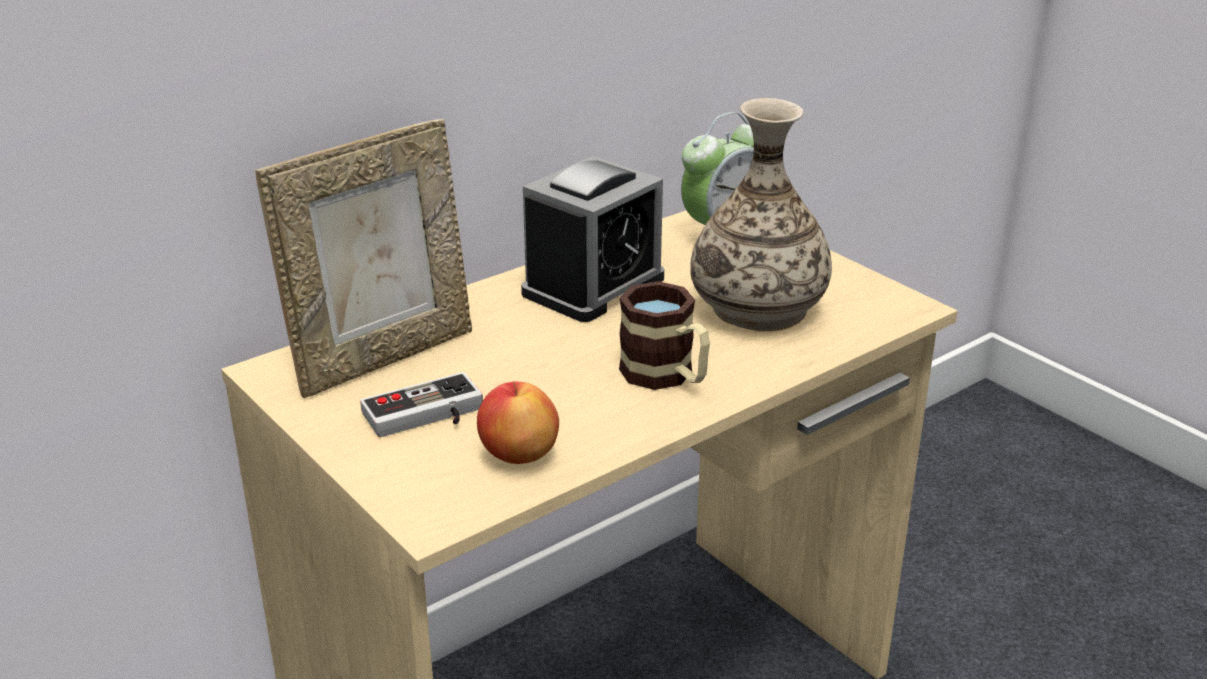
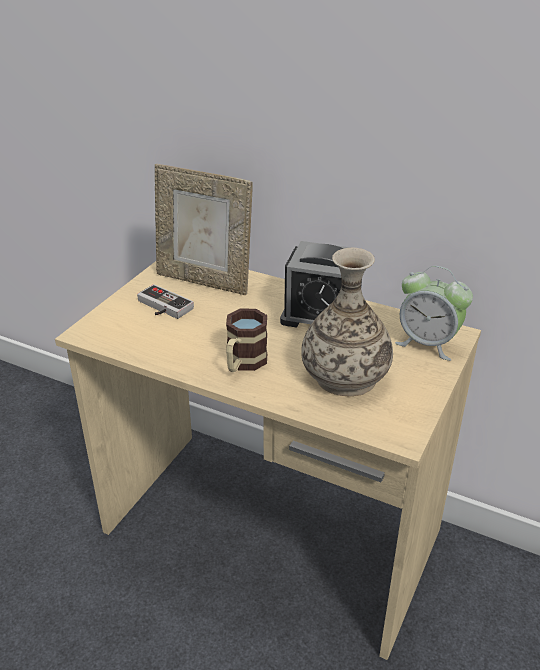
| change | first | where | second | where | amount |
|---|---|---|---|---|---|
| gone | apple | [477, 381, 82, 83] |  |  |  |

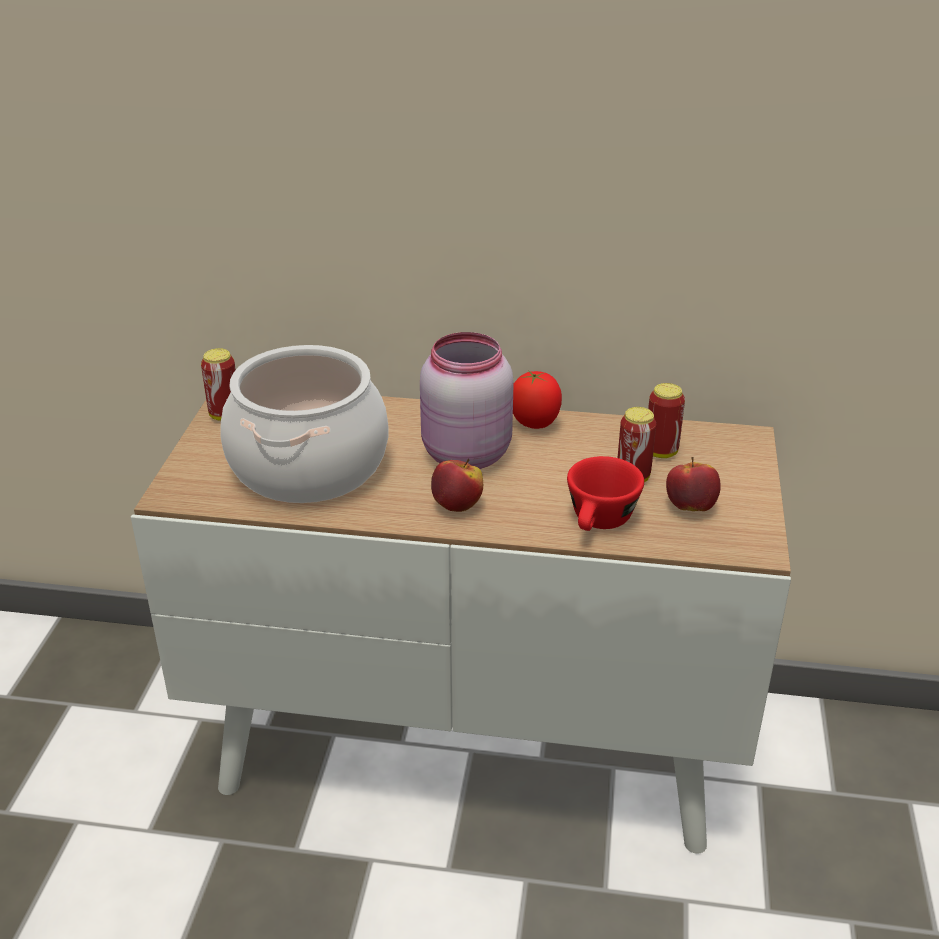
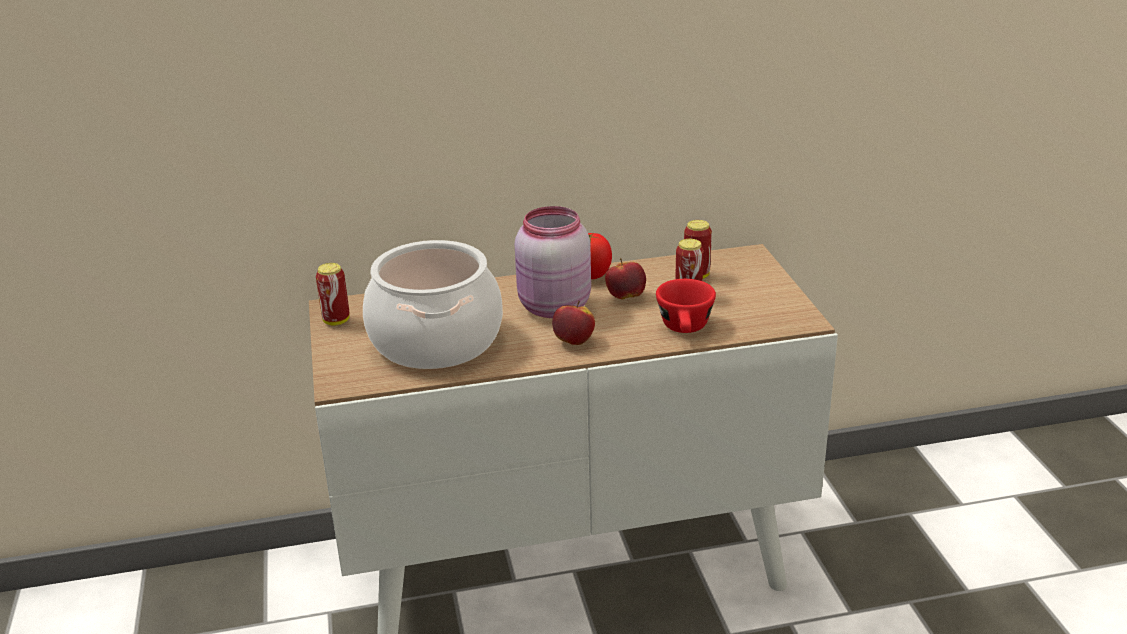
| change | first | where | second | where | amount |
|---|---|---|---|---|---|
| shifted | apple | [666, 457, 55, 54] |  | [605, 258, 41, 41] |  |

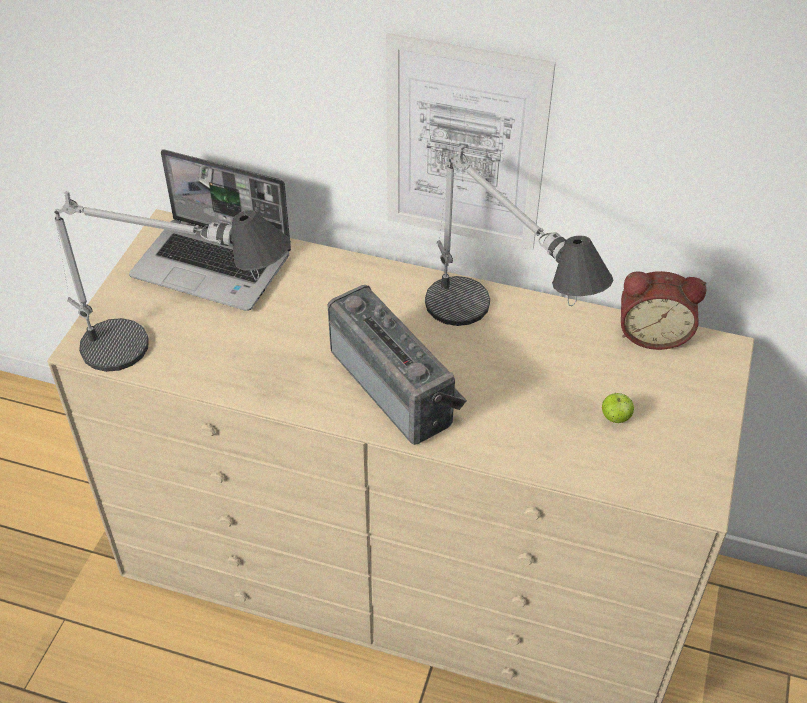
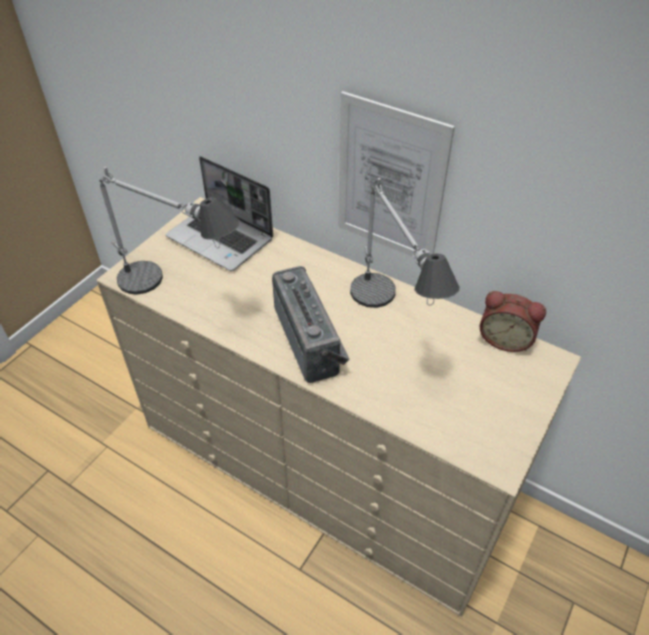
| change | first | where | second | where | amount |
|---|---|---|---|---|---|
| gone | apple | [602, 393, 32, 30] |  |  |  |

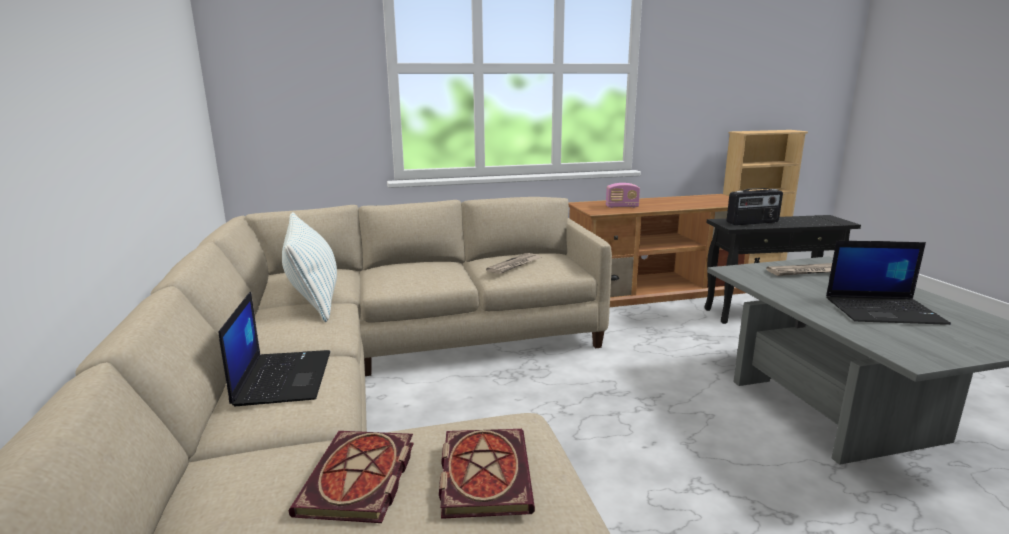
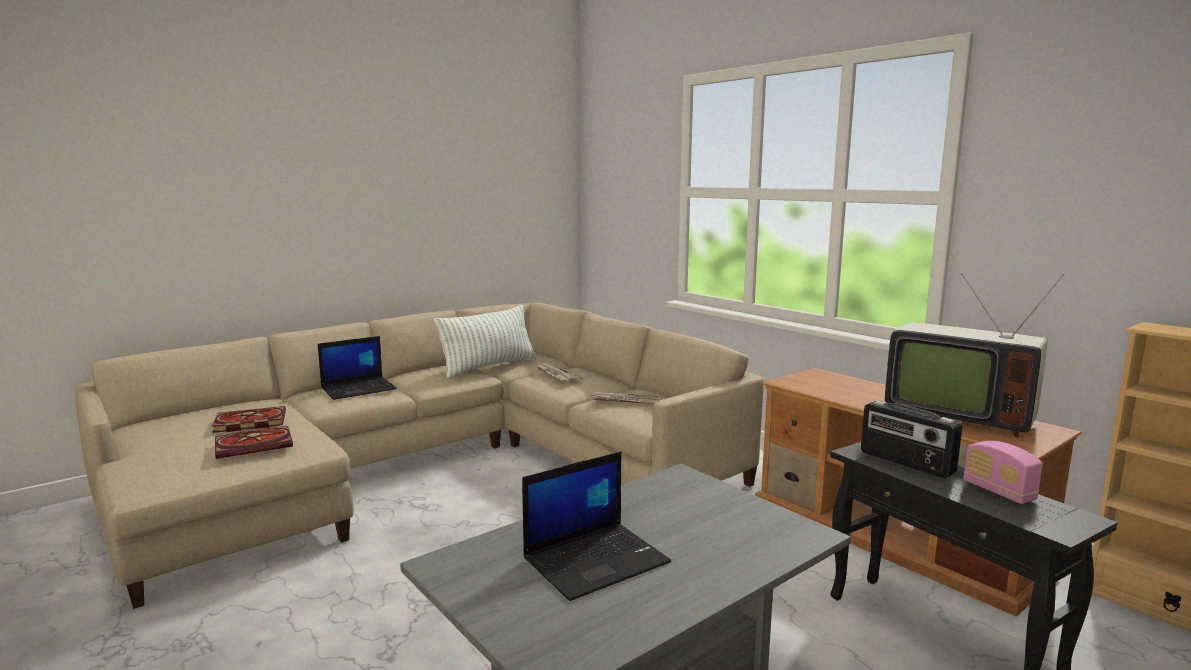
| change | first | where | second | where | amount |
|---|---|---|---|---|---|
| shifted | radio | [606, 183, 34, 25] |  | [964, 441, 79, 63] |  |
| shifted | newspaper | [766, 263, 66, 13] |  | [536, 363, 47, 20] |  |
| rotated | laptop | [826, 240, 125, 85] |  | [522, 451, 149, 150] | 105 degrees counterclockwise |
| new |  |  | television | [885, 273, 179, 165] |  |

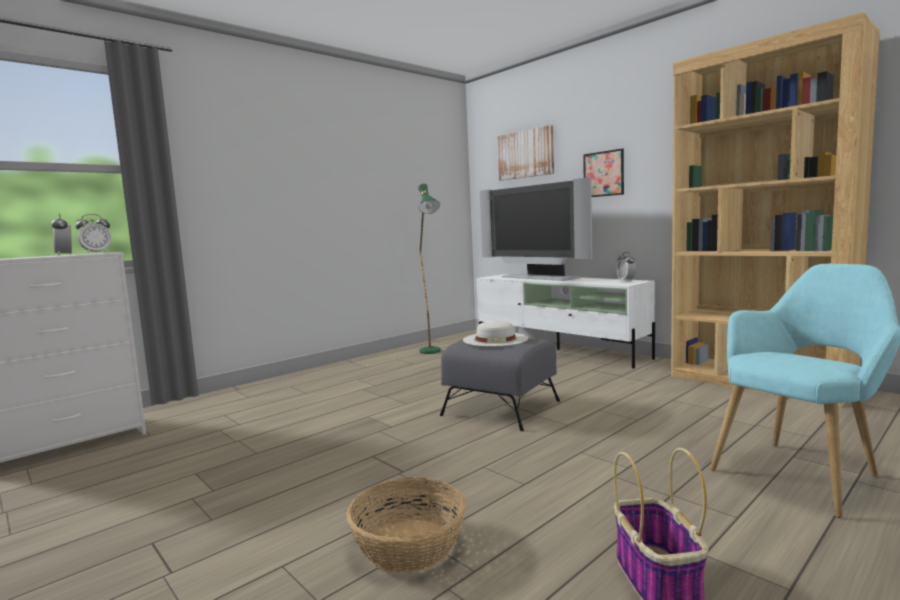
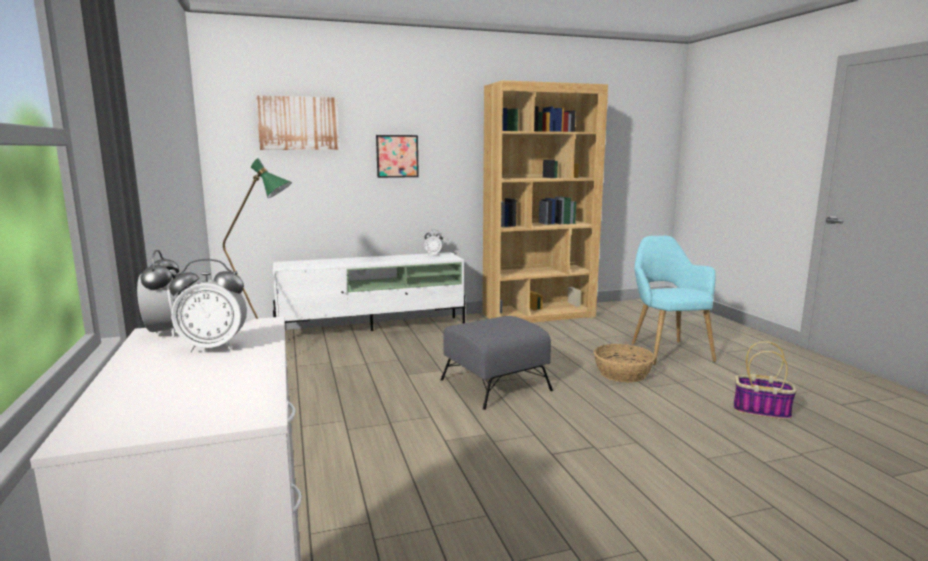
| change | first | where | second | where | amount |
|---|---|---|---|---|---|
| shifted | basket | [346, 477, 120, 96] |  | [594, 344, 61, 39] |  |
| gone | white hat | [463, 321, 65, 25] |  |  |  |
| gone | television | [480, 177, 112, 104] |  |  |  |

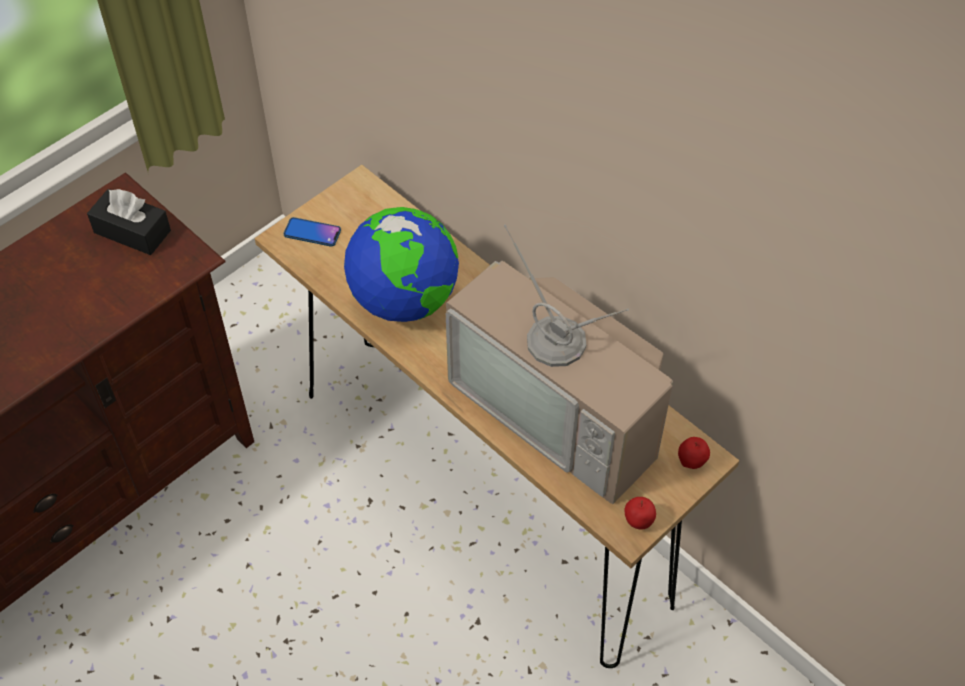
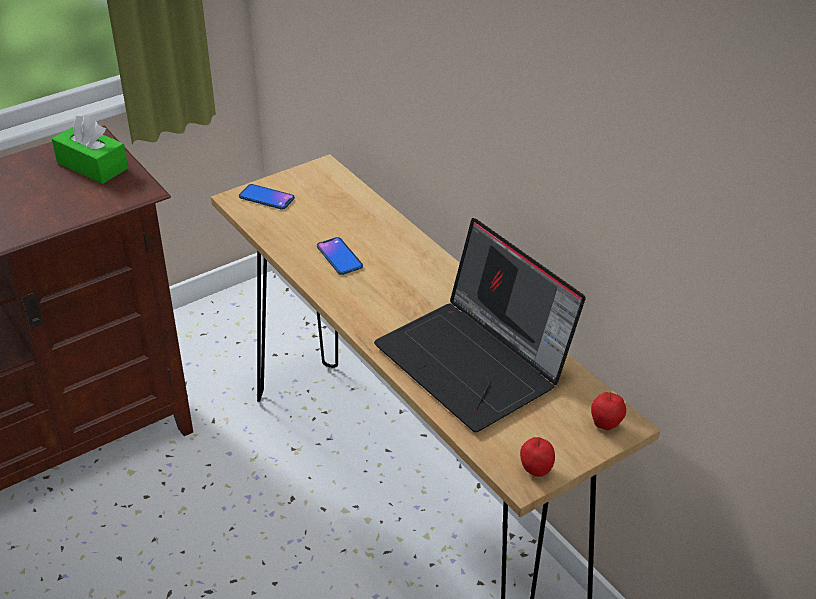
| change | first | where | second | where | amount |
|---|---|---|---|---|---|
| repainted | black tissue box | [87, 189, 84, 66] | green tissue box | [52, 115, 76, 69] |  |
| swapped | globe | [344, 207, 115, 115] | phone | [317, 237, 46, 38] |  |
| swapped | television | [446, 224, 227, 280] | laptop | [374, 218, 212, 214] |  |

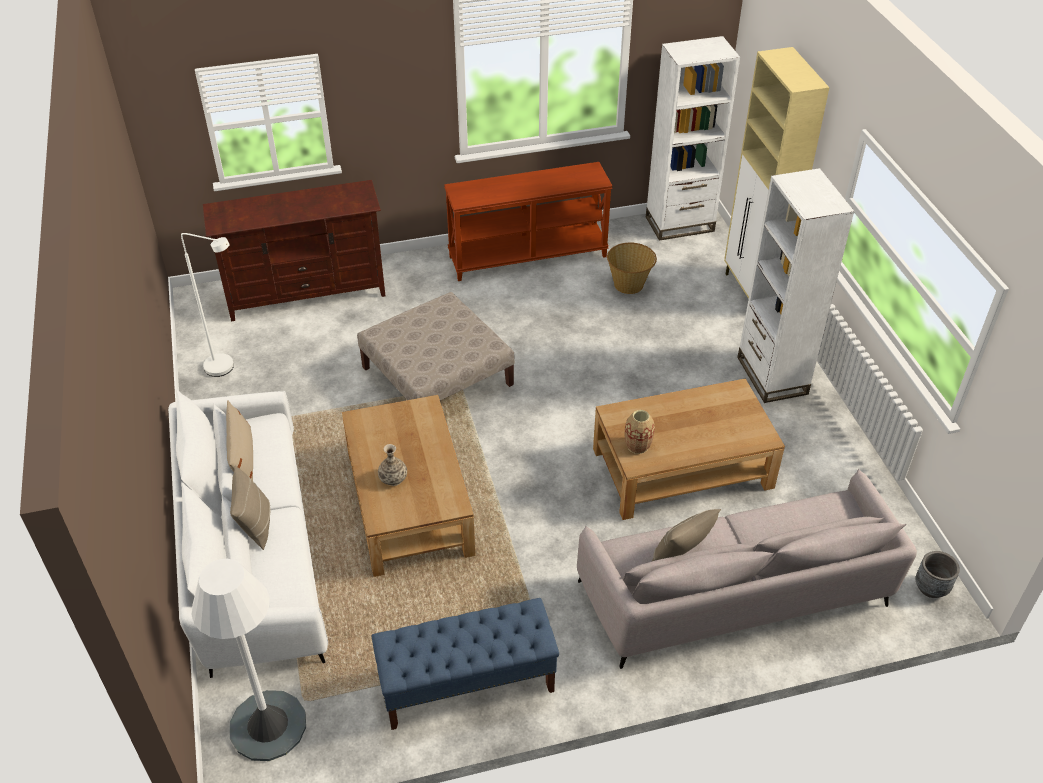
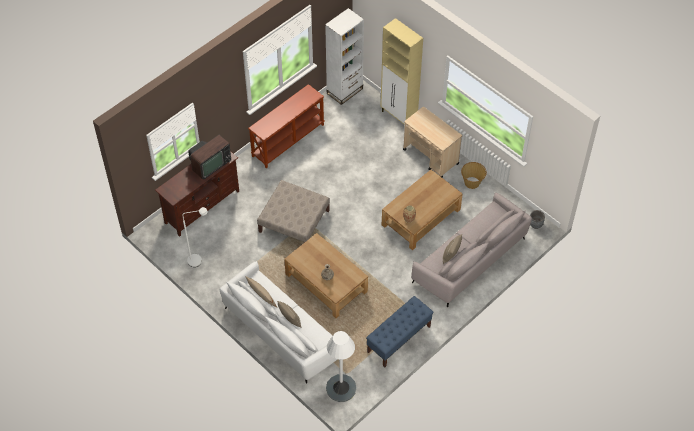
| change | first | where | second | where | amount |
|---|---|---|---|---|---|
| shifted | basket | [607, 243, 50, 51] |  | [461, 162, 26, 27] |  |
| swapped | white bookcase | [737, 168, 118, 235] | beige cart | [403, 106, 59, 71] |  |
| new |  |  | television | [188, 135, 43, 44] |  |

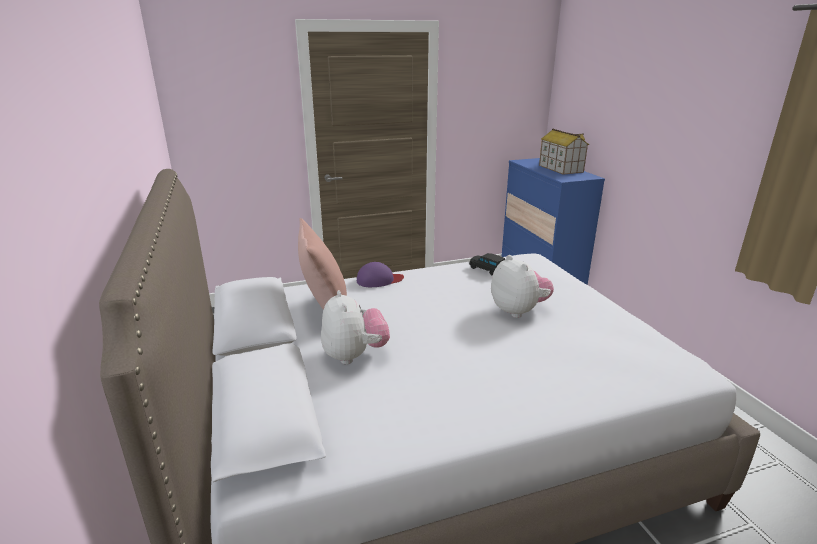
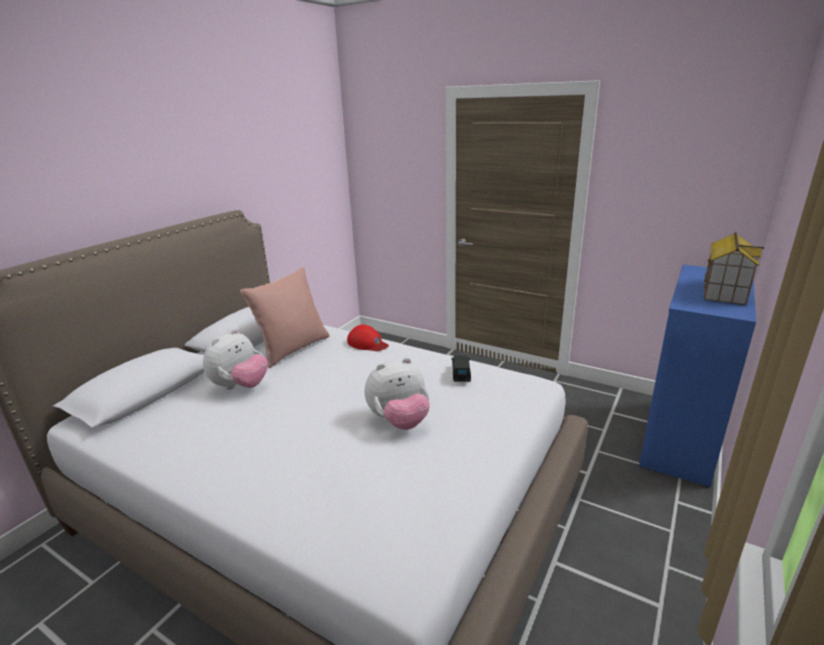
| change | first | where | second | where | amount |
|---|---|---|---|---|---|
| repainted | purple cap | [357, 262, 47, 25] | red cap | [347, 325, 42, 26] |  |
| rotated | plush toy | [491, 255, 63, 63] |  | [365, 358, 65, 72] | 45 degrees clockwise |

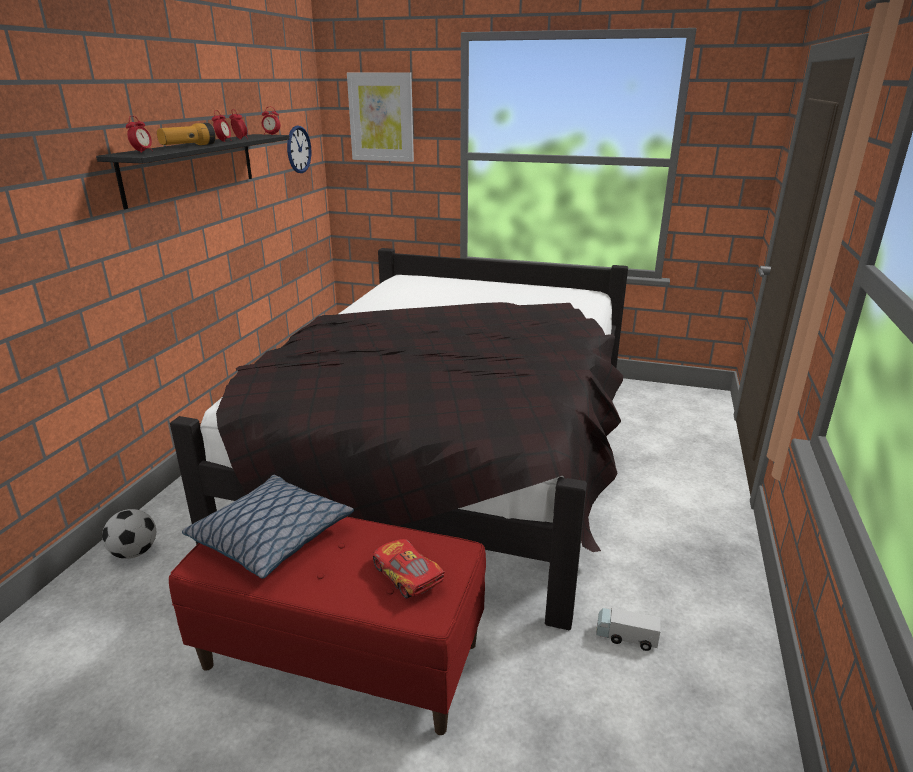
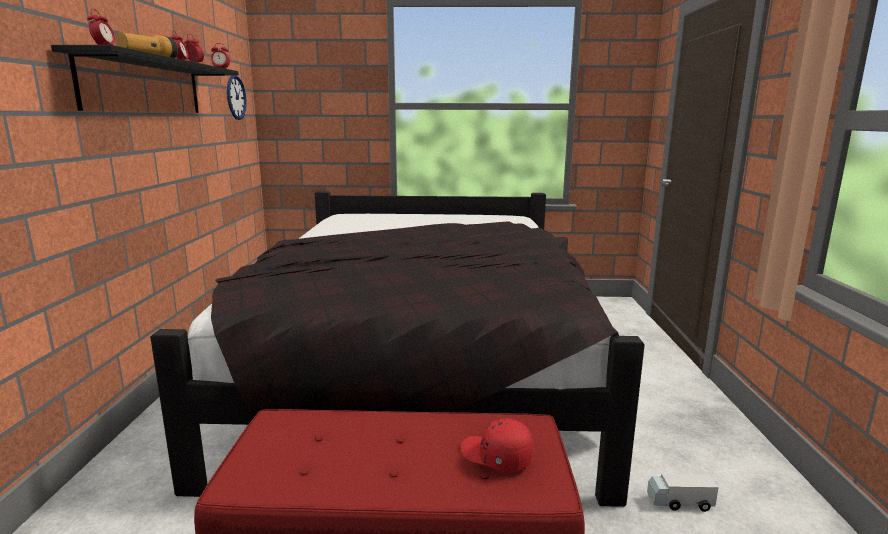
| change | first | where | second | where | amount |
|---|---|---|---|---|---|
| gone | football | [102, 509, 54, 50] |  |  |  |
| gone | pillow | [182, 475, 172, 104] |  |  |  |
| gone | picture | [347, 72, 67, 90] |  |  |  |
| swapped | toy car | [373, 539, 72, 60] | red cap | [461, 418, 72, 54] |  |

